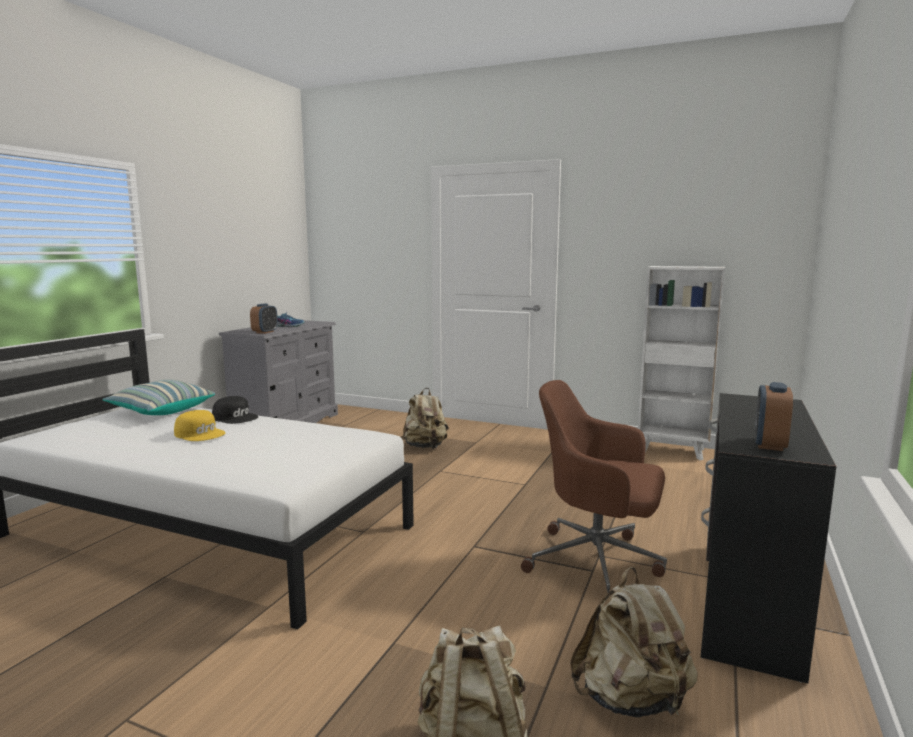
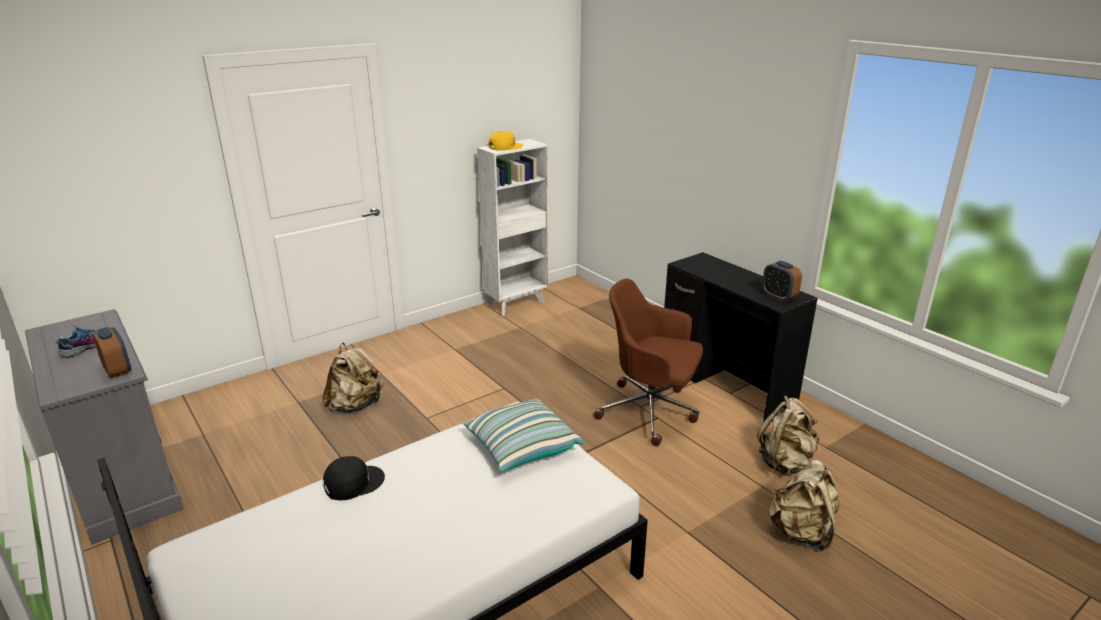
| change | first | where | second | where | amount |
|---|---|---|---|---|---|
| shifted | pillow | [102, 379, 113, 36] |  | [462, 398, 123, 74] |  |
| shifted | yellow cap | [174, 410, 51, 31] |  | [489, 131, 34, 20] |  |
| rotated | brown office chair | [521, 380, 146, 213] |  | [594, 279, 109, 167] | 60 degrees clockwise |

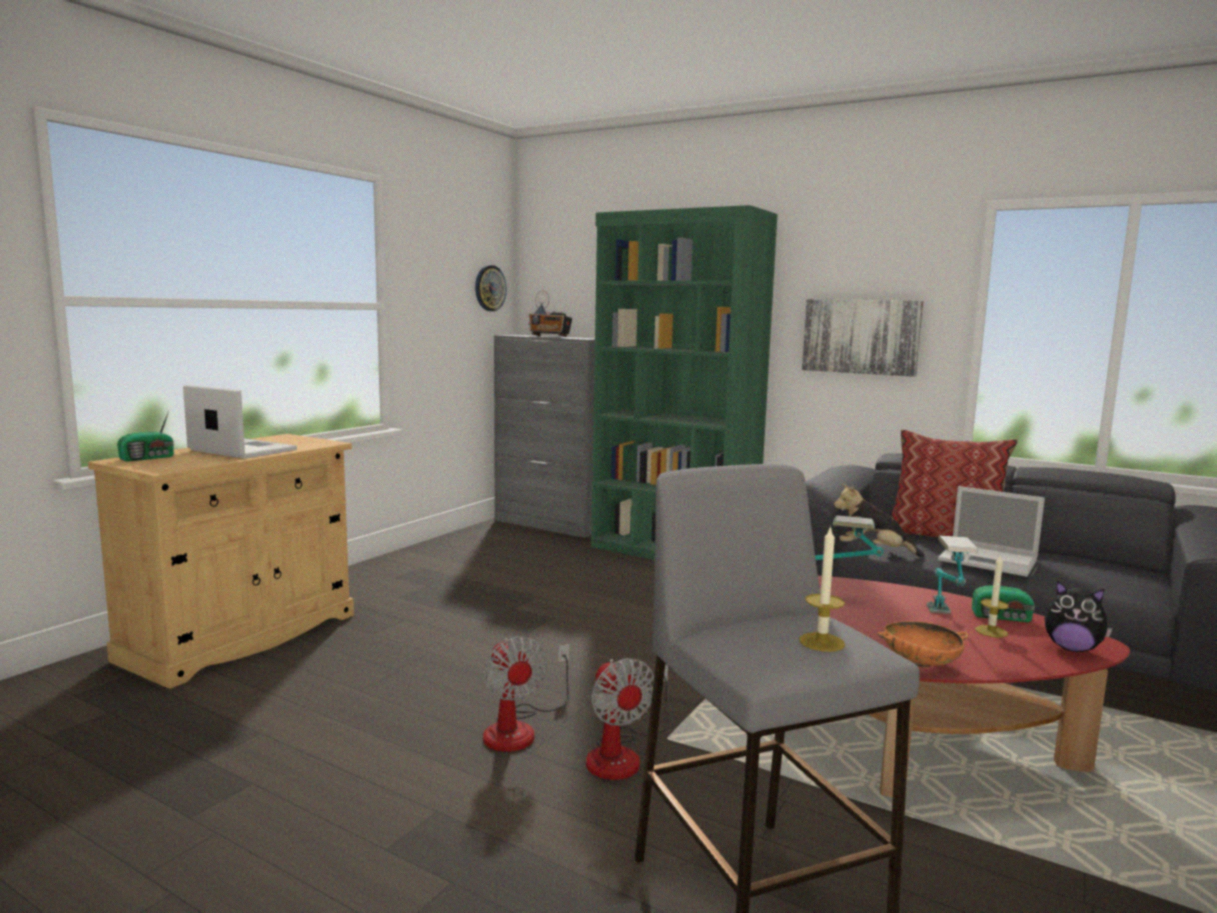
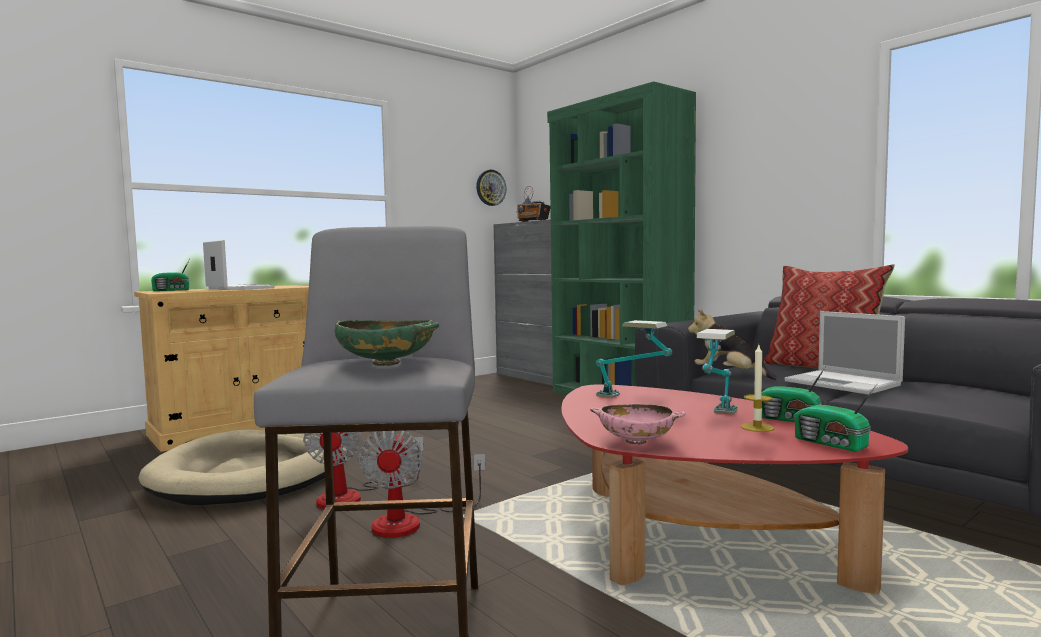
| change | first | where | second | where | amount |
|---|---|---|---|---|---|
| swapped | candle | [799, 525, 46, 127] | green bowl | [335, 320, 104, 46] |  |
| gone | picture | [802, 299, 121, 78] |  |  |  |
| repainted | orange bowl | [877, 621, 92, 47] | pink bowl | [590, 404, 96, 41] |  |
| swapped | plush toy | [1044, 580, 69, 72] | radio | [795, 384, 82, 68] |  |
| new |  |  | beige dog bed | [138, 430, 210, 75] |  |

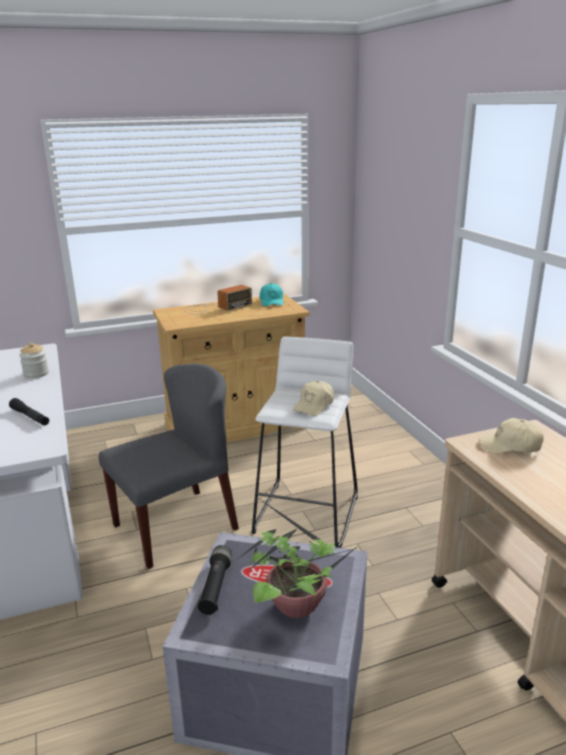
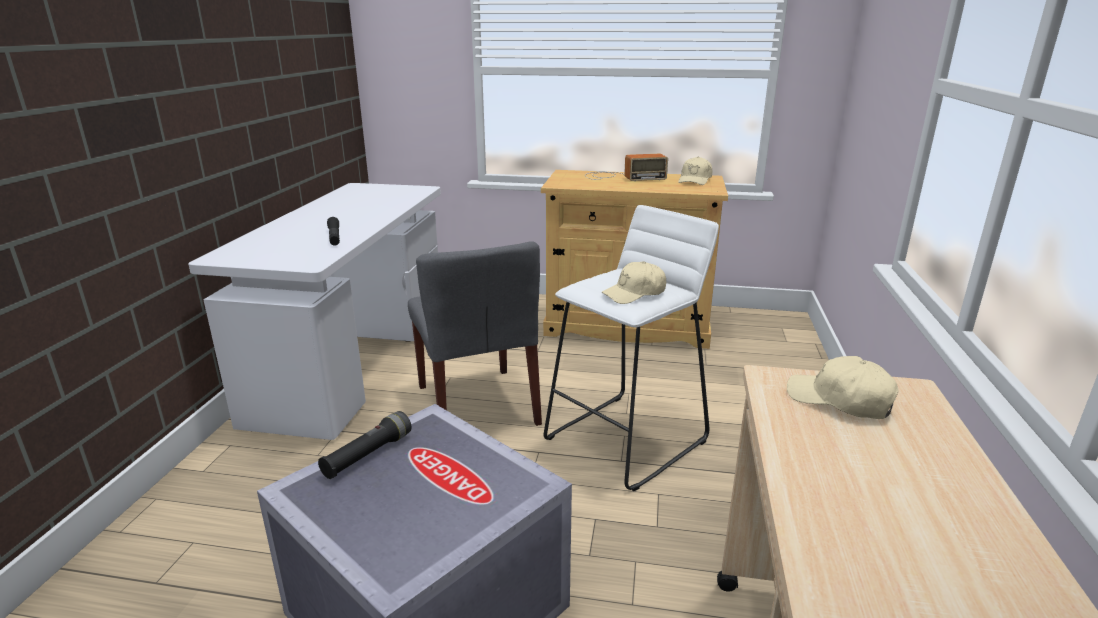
| change | first | where | second | where | amount |
|---|---|---|---|---|---|
| gone | jar | [19, 343, 30, 36] |  |  |  |
| rotated | grey chair | [99, 364, 140, 205] |  | [408, 241, 134, 185] | 75 degrees clockwise |
| gone | potted plant | [239, 500, 126, 118] |  |  |  |
| repainted | turquoise cap | [260, 283, 24, 23] | beige cap | [678, 156, 34, 29] |  |

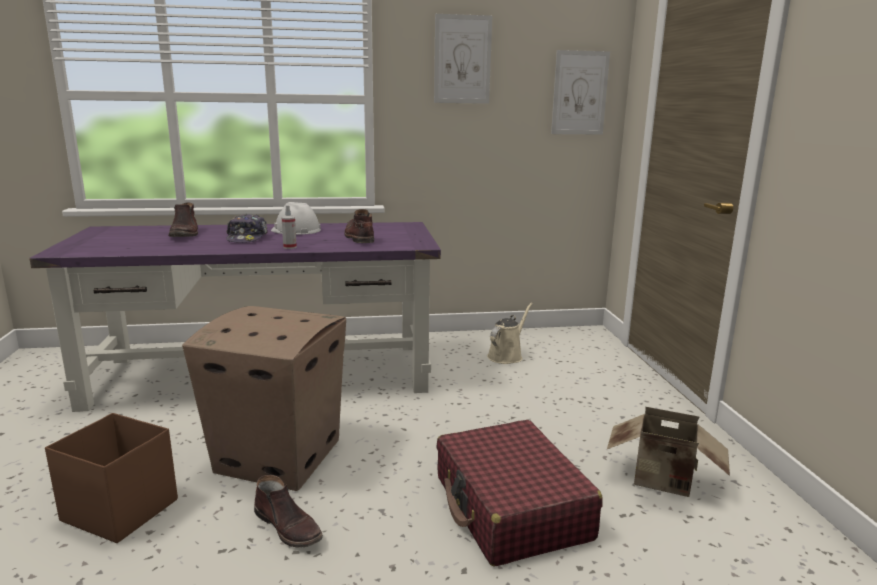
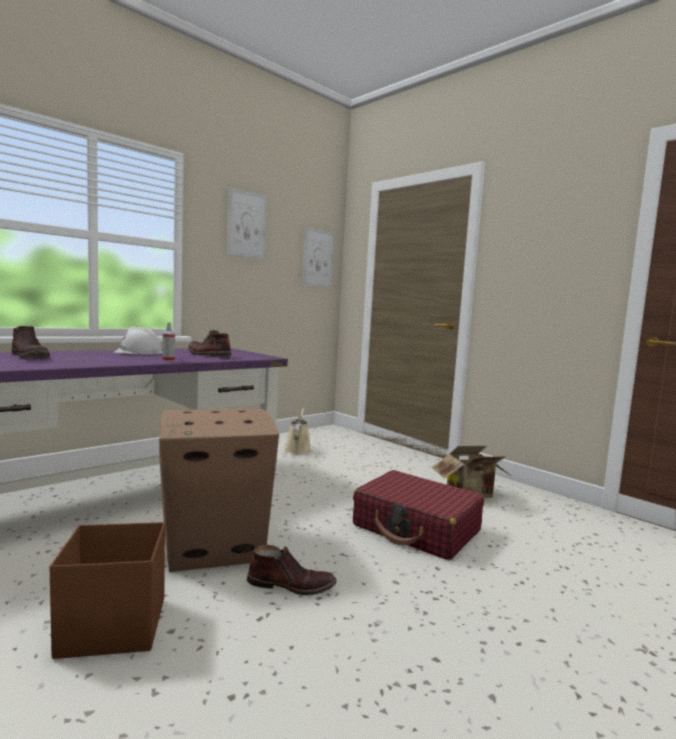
| change | first | where | second | where | amount |
|---|---|---|---|---|---|
| gone | cap | [226, 214, 42, 29] |  |  |  |

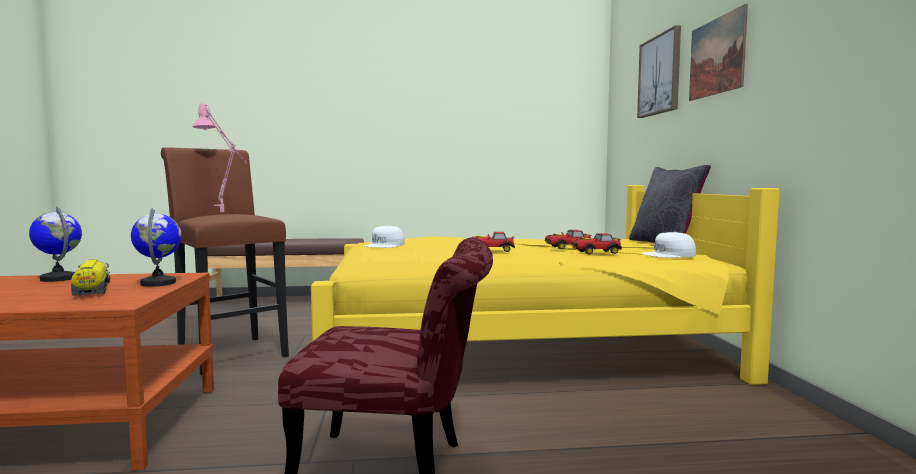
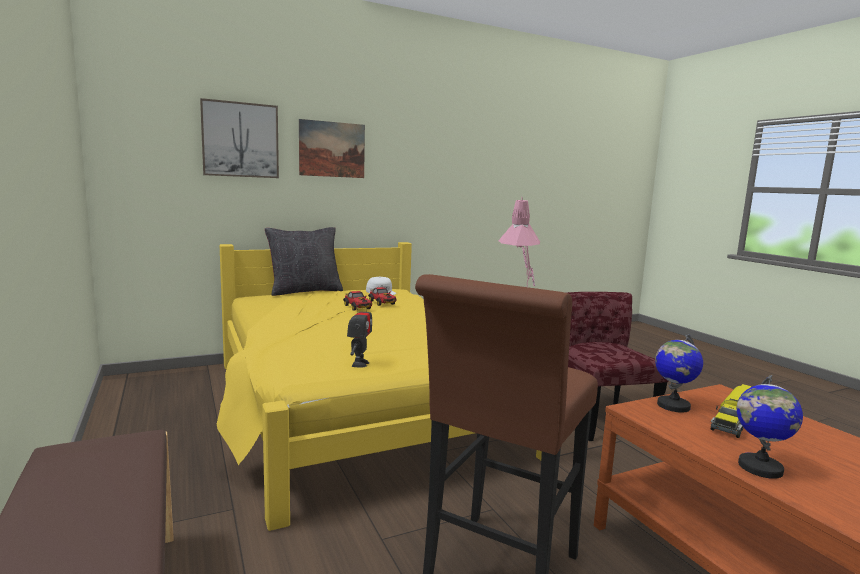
| change | first | where | second | where | amount |
|---|---|---|---|---|---|
| swapped | white cap | [365, 225, 40, 23] | toy robot | [347, 300, 25, 68] |  |
| gone | toy car | [471, 232, 44, 20] |  |  |  |

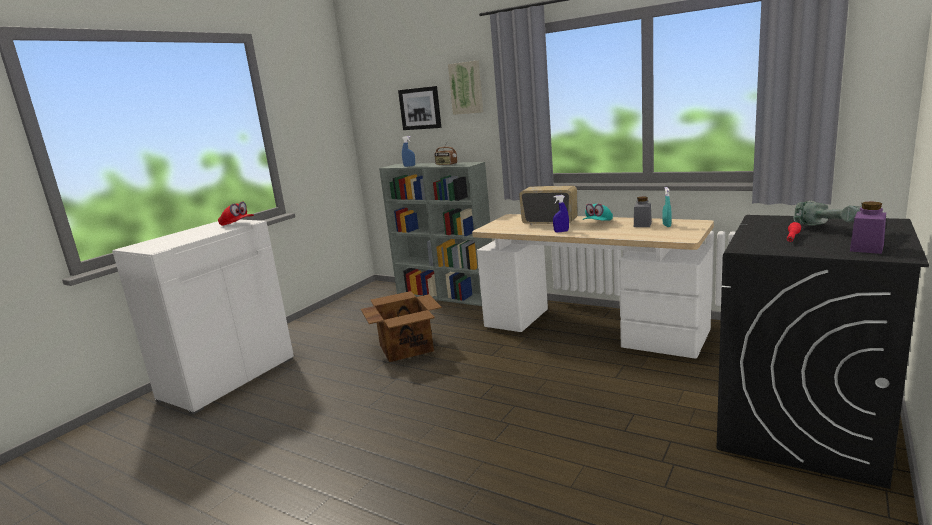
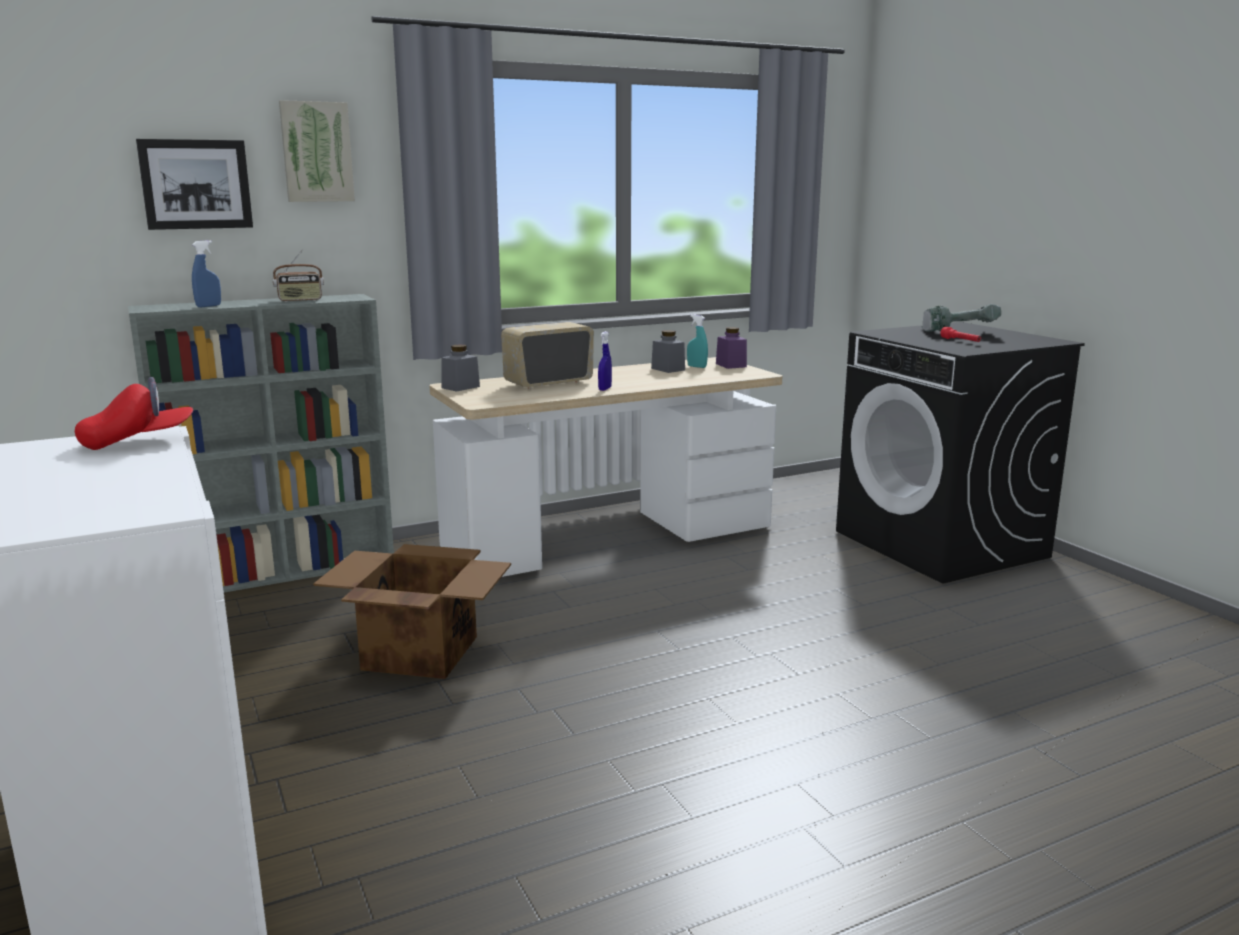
| change | first | where | second | where | amount |
|---|---|---|---|---|---|
| gone | turquoise cap | [583, 203, 30, 18] |  |  |  |
| shifted | purple jar | [850, 201, 36, 53] |  | [716, 327, 31, 42] |  |
| new |  |  | grey jar | [441, 345, 39, 47] |  |

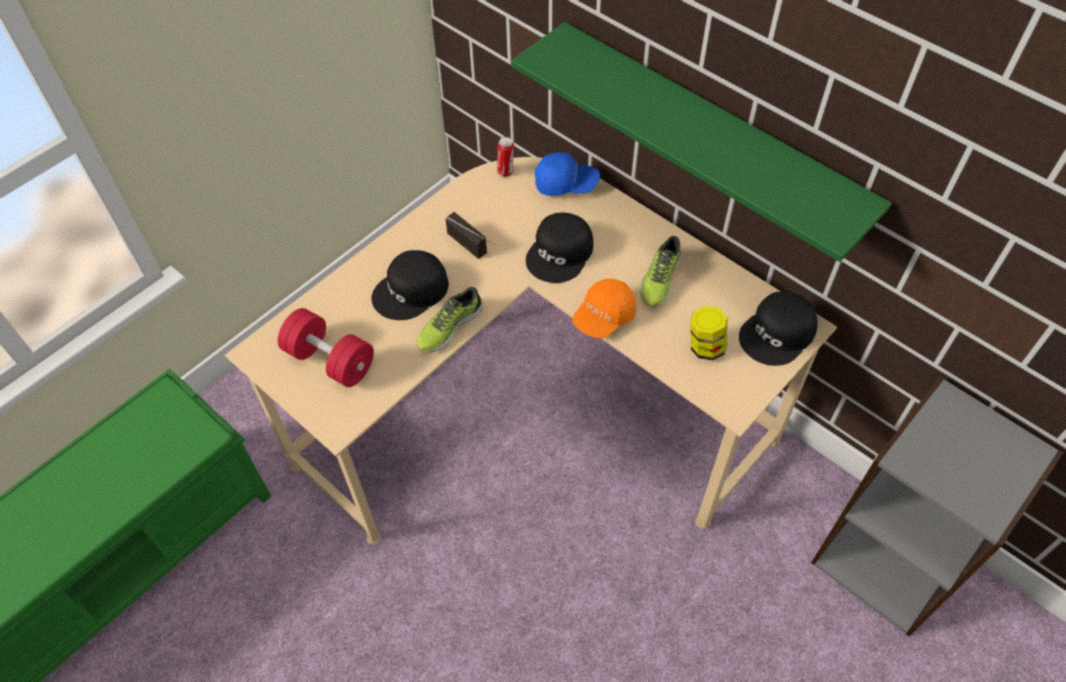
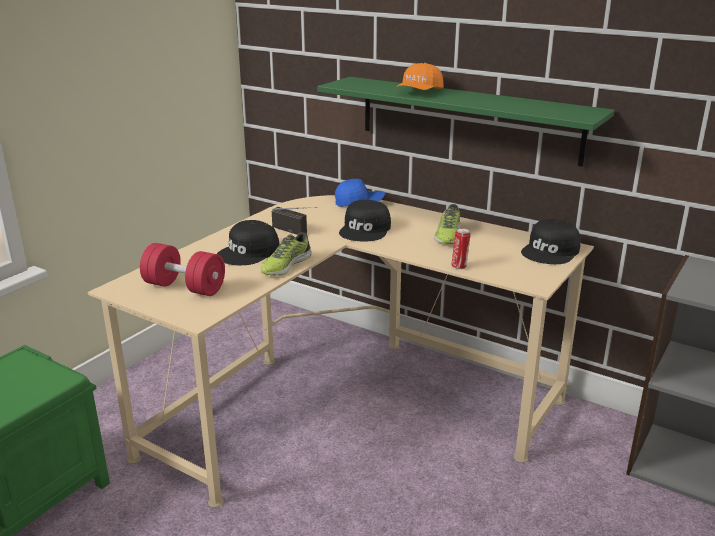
| change | first | where | second | where | amount |
|---|---|---|---|---|---|
| shifted | can | [497, 137, 17, 40] |  | [452, 228, 19, 41] |  |
| shifted | orange cap | [572, 279, 64, 60] |  | [396, 63, 48, 27] |  |
| gone | jar | [690, 306, 38, 54] |  |  |  |

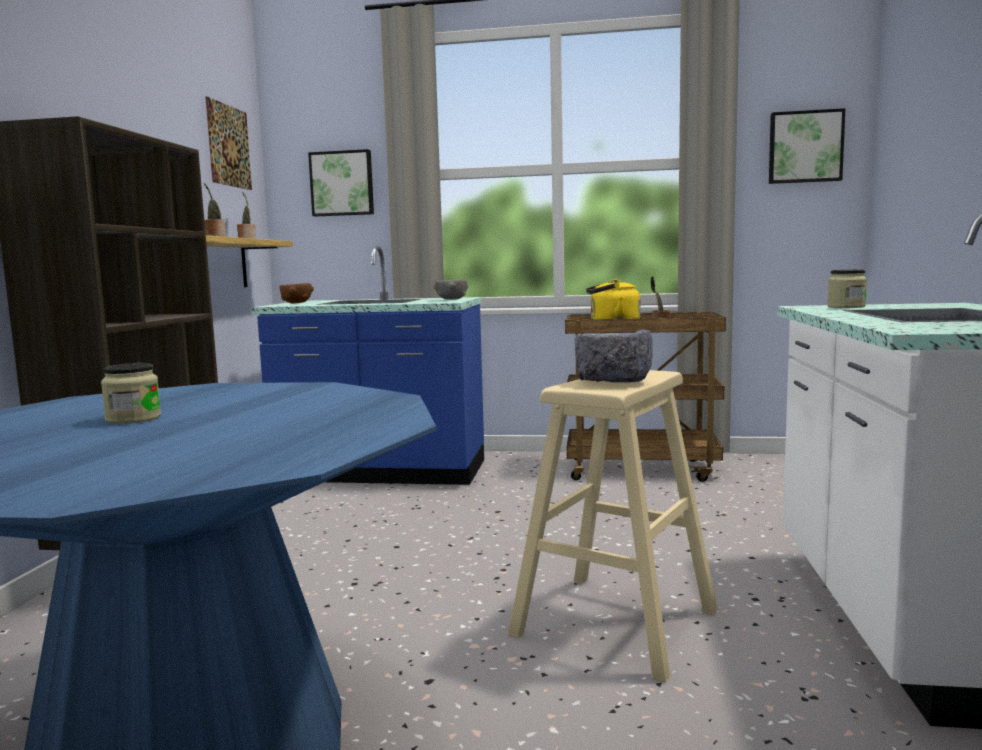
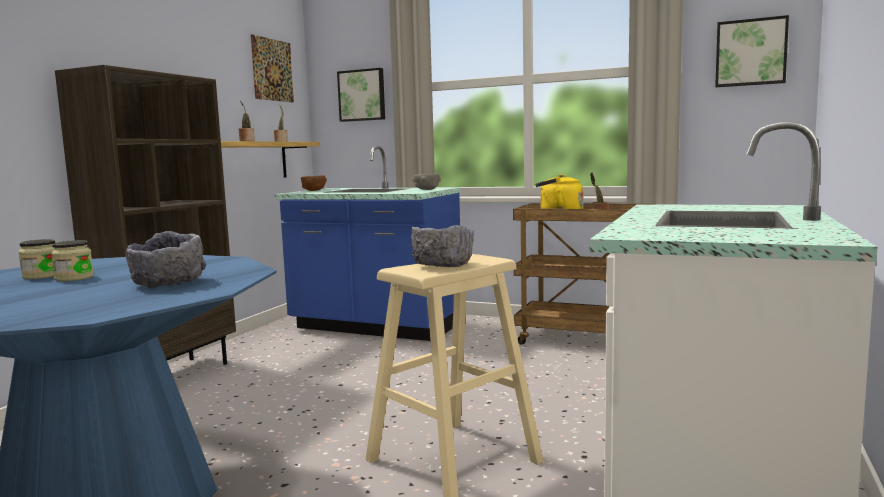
| change | first | where | second | where | amount |
|---|---|---|---|---|---|
| shifted | jar | [827, 270, 40, 38] |  | [18, 239, 37, 40] |  |
| new |  |  | grey bowl | [125, 231, 81, 57] |  |

